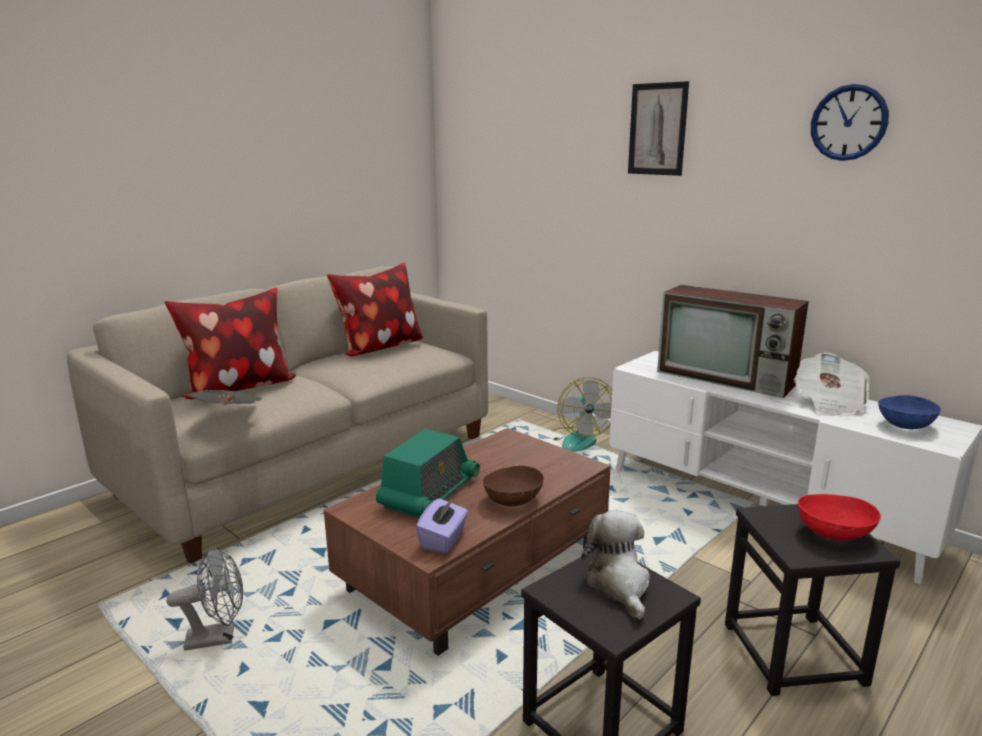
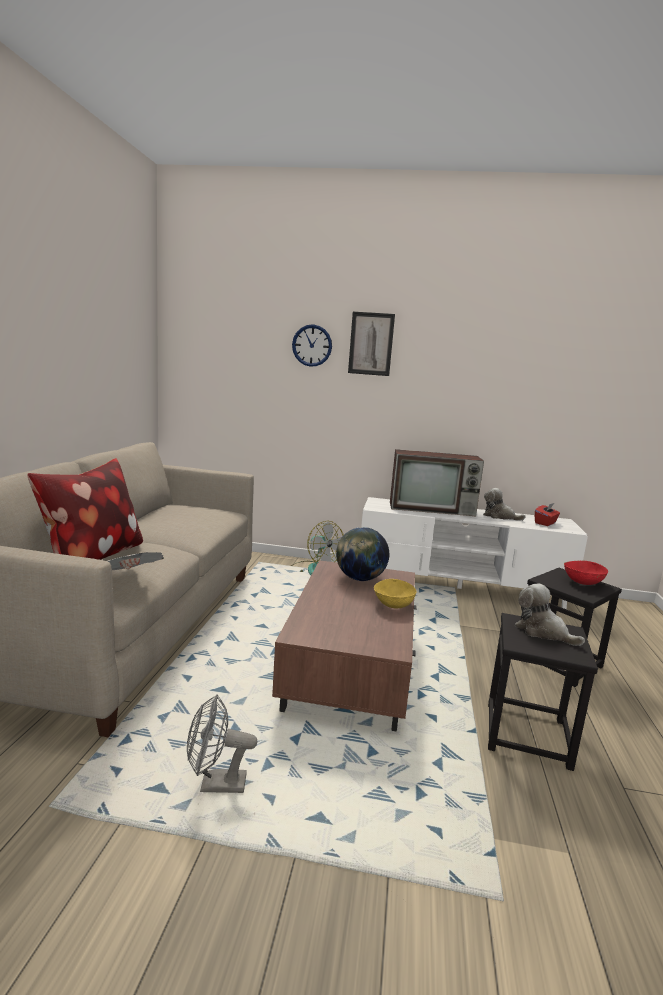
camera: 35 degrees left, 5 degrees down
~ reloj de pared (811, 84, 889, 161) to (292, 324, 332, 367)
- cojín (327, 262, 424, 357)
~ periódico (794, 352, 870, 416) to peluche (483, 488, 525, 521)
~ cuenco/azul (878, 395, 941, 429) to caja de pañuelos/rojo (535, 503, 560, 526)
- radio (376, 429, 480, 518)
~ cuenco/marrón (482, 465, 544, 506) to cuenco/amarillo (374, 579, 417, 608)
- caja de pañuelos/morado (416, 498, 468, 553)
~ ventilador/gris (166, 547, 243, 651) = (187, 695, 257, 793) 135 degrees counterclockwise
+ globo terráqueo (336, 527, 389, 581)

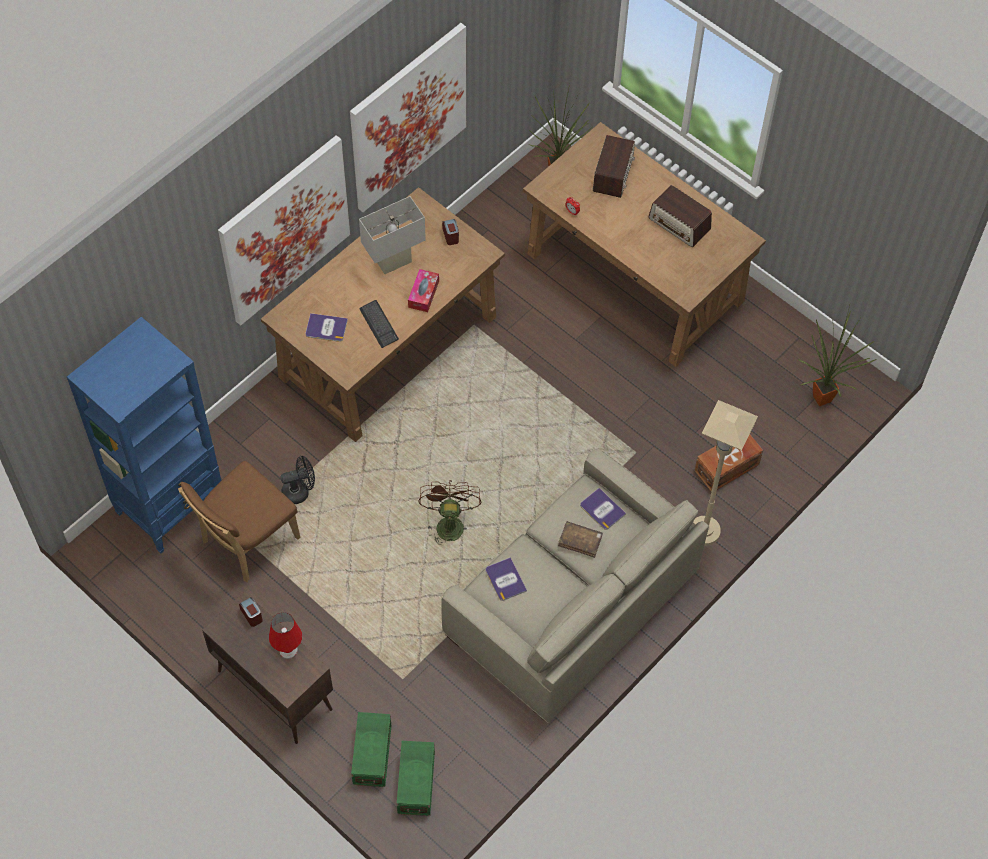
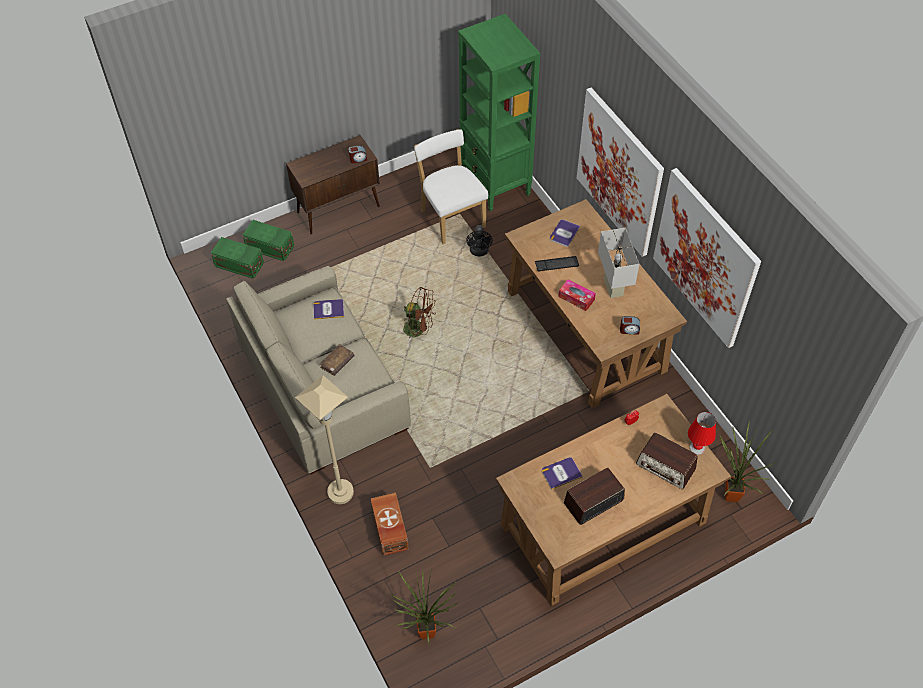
camera: 110 degrees right, 5 degrees down
~ estantería/azul (67, 317, 221, 553) to estantería/verde (458, 14, 540, 211)
~ silla/marrón (178, 461, 300, 582) to silla/blanco (414, 129, 488, 244)
~ libro (580, 488, 626, 530) to (542, 457, 583, 490)
~ lámpara de mesa/rojo (269, 612, 302, 659) to (688, 412, 716, 455)

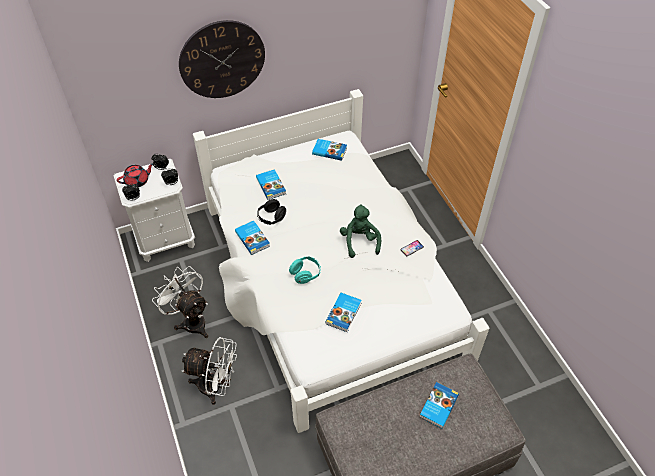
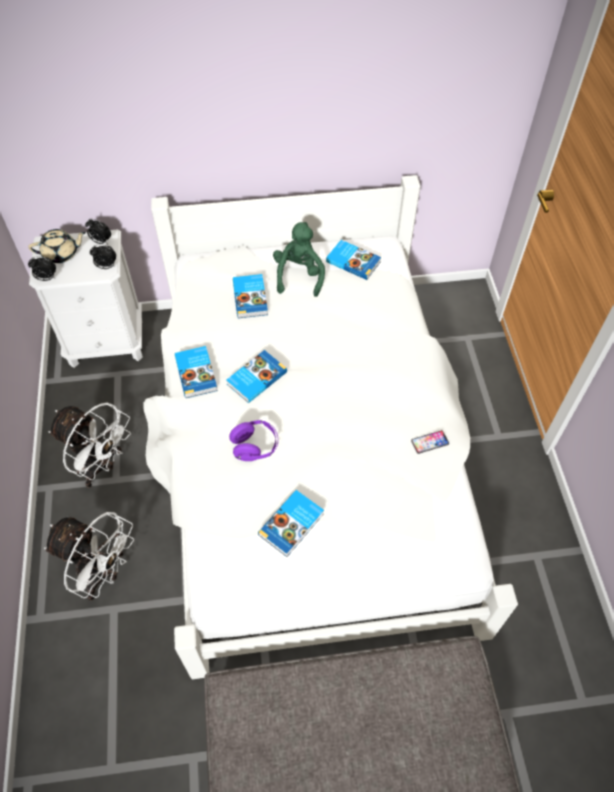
camera: 15 degrees right, 5 degrees up
- reloj de pared (179, 20, 265, 98)
~ tetera/rojo (117, 163, 154, 187) to tetera/beis (28, 229, 86, 263)
- auriculares/negro (257, 199, 286, 225)
~ peluche/verde (340, 204, 381, 258) to (273, 222, 325, 297)
~ auriculares/turquesa (289, 256, 321, 284) to auriculares/morado (229, 420, 278, 461)
~ ventilador/blanco (152, 266, 208, 338) = (48, 403, 131, 488) 150 degrees clockwise
~ libro (419, 382, 459, 428) to (227, 350, 287, 403)

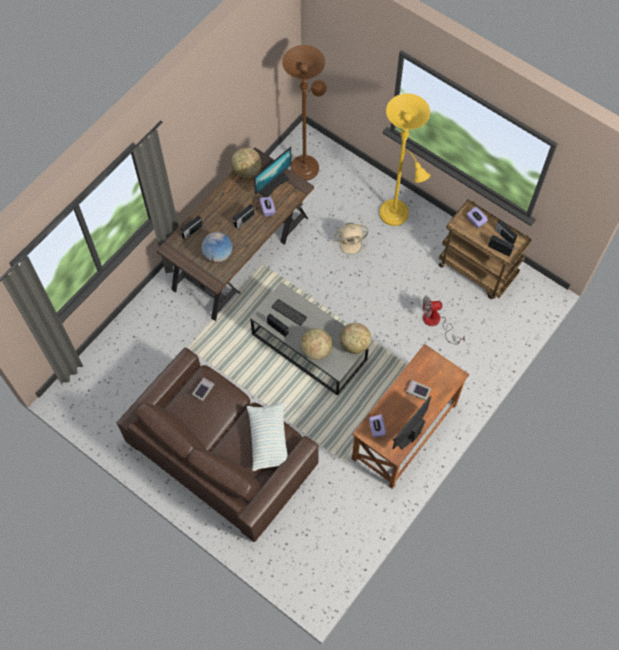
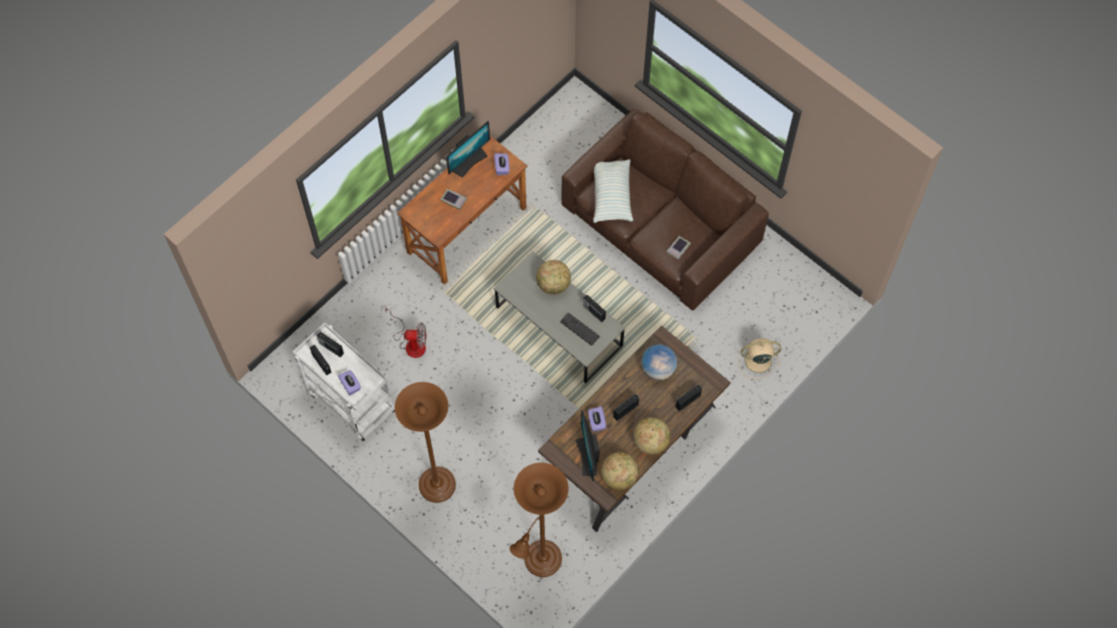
camera: 175 degrees left, 0 degrees up
~ lámpara de pie/amarillo (379, 93, 430, 226) to lámpara de pie/marrón (395, 382, 456, 503)
~ monitor (254, 147, 292, 197) = (575, 410, 599, 481) 60 degrees counterclockwise
~ carrito/marrón (439, 200, 532, 299) to carrito/blanco (293, 322, 395, 441)
~ ventilador/beis (333, 223, 368, 259) to (738, 338, 781, 379)
~ globo terráqueo (340, 323, 371, 354) to (634, 417, 671, 455)

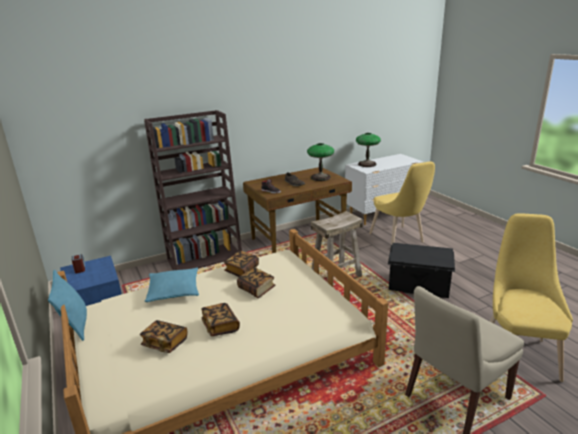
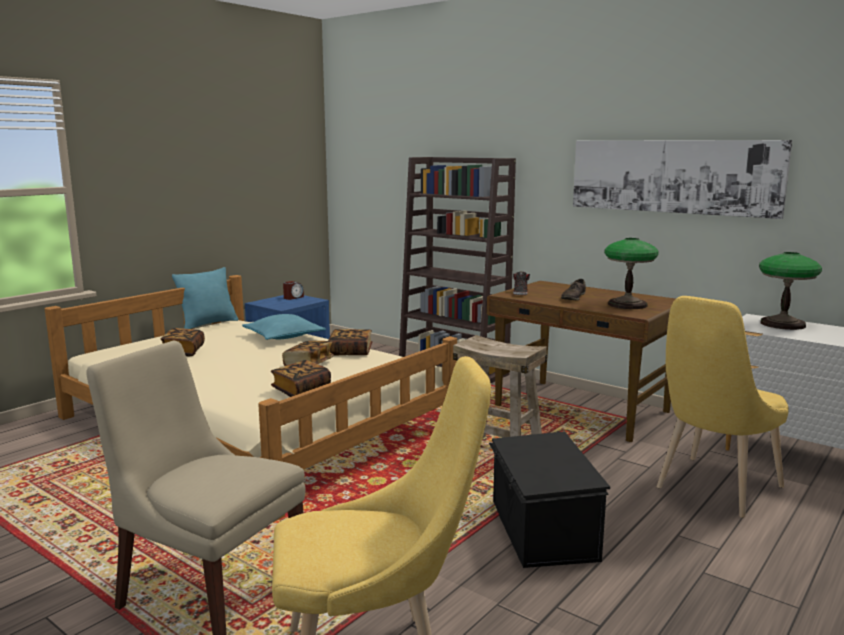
camera: 65 degrees right, 10 degrees down
~ libro (201, 303, 240, 336) to (271, 360, 331, 397)
+ cuadro (573, 140, 793, 219)

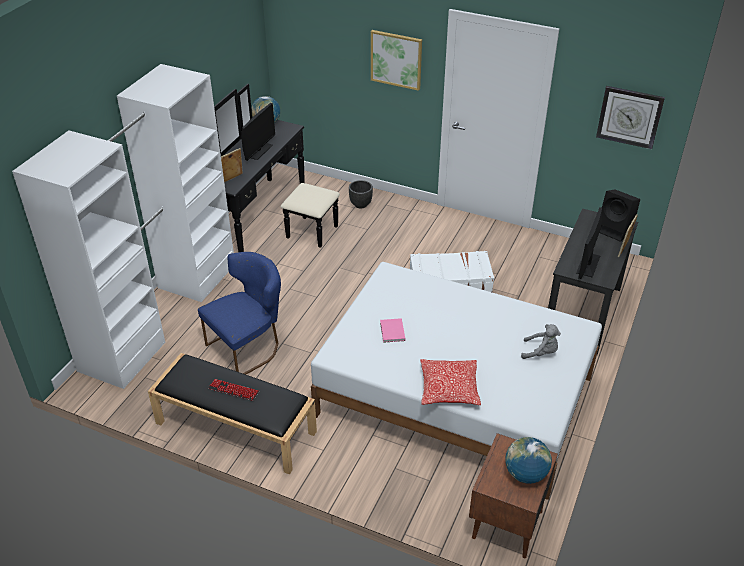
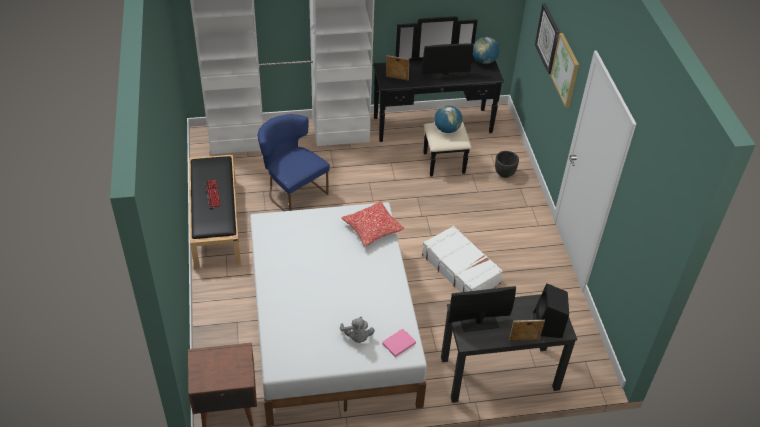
camera: 55 degrees right, 5 degrees up
~ reloj de pared (596, 86, 665, 149) to (535, 4, 560, 74)
~ silla/azul (198, 252, 281, 374) = (258, 114, 330, 211) 150 degrees counterclockwise
~ libro/rosa (380, 318, 405, 343) to (382, 329, 416, 357)
~ cojín (420, 359, 481, 405) to (341, 201, 405, 246)
~ globo terráqueo (505, 437, 552, 484) to (434, 105, 462, 133)

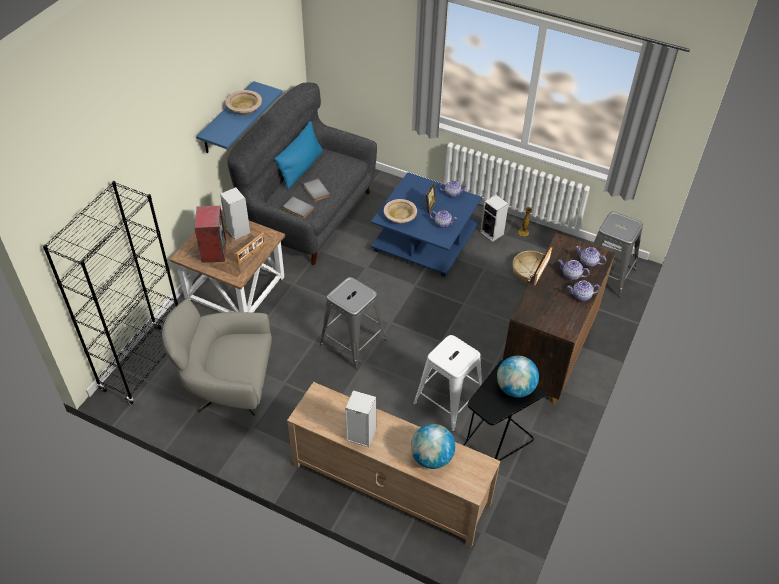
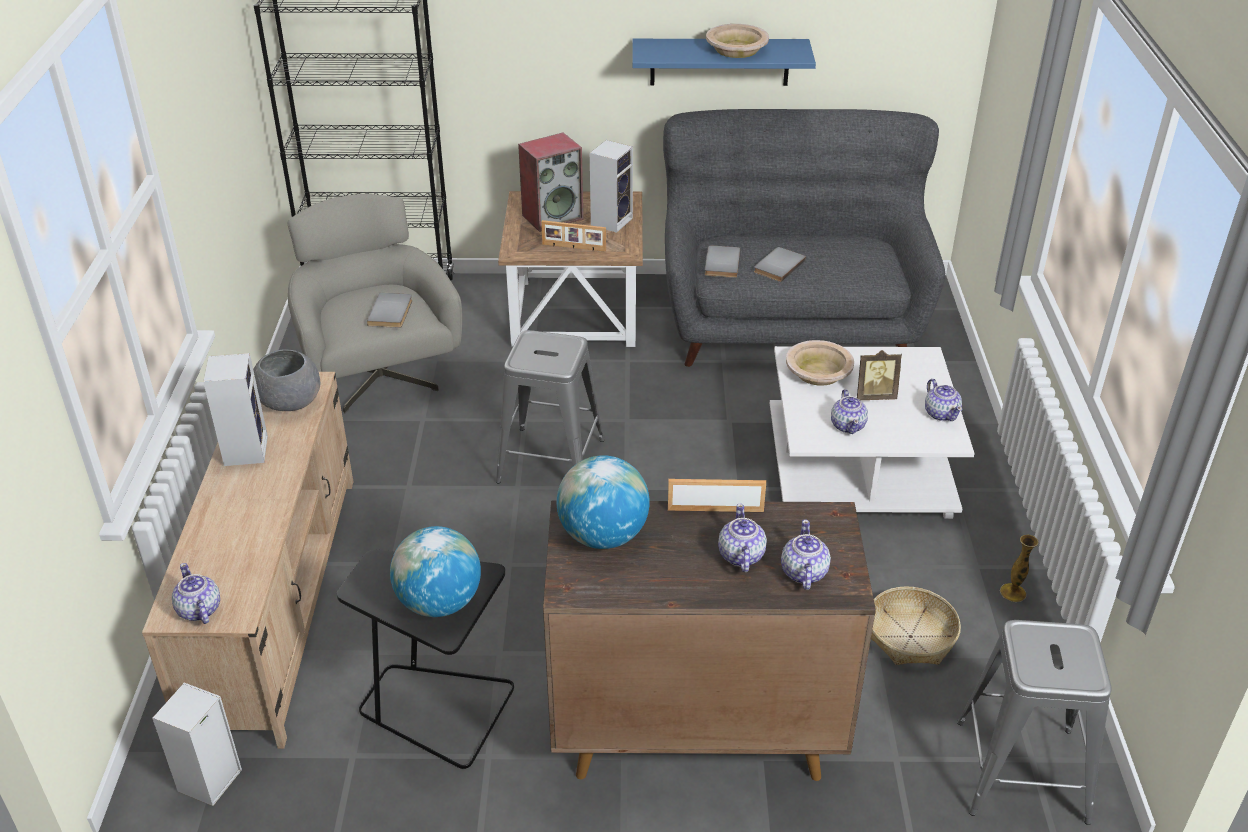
camera: 65 degrees right, 10 degrees down
- cojín/azul (274, 121, 323, 189)
~ mesa de centro/azul (371, 172, 482, 277) to mesa de centro/blanco (770, 346, 975, 519)
~ altavoz (480, 195, 509, 242) to (152, 683, 242, 806)
~ tetera (567, 280, 600, 301) to (172, 563, 220, 624)
- taburete/blanco (413, 335, 482, 432)
~ globo terráqueo (411, 424, 455, 469) to (557, 455, 650, 549)
+ libro/gris (367, 293, 412, 328)
+ cuenco/gris (253, 349, 321, 411)

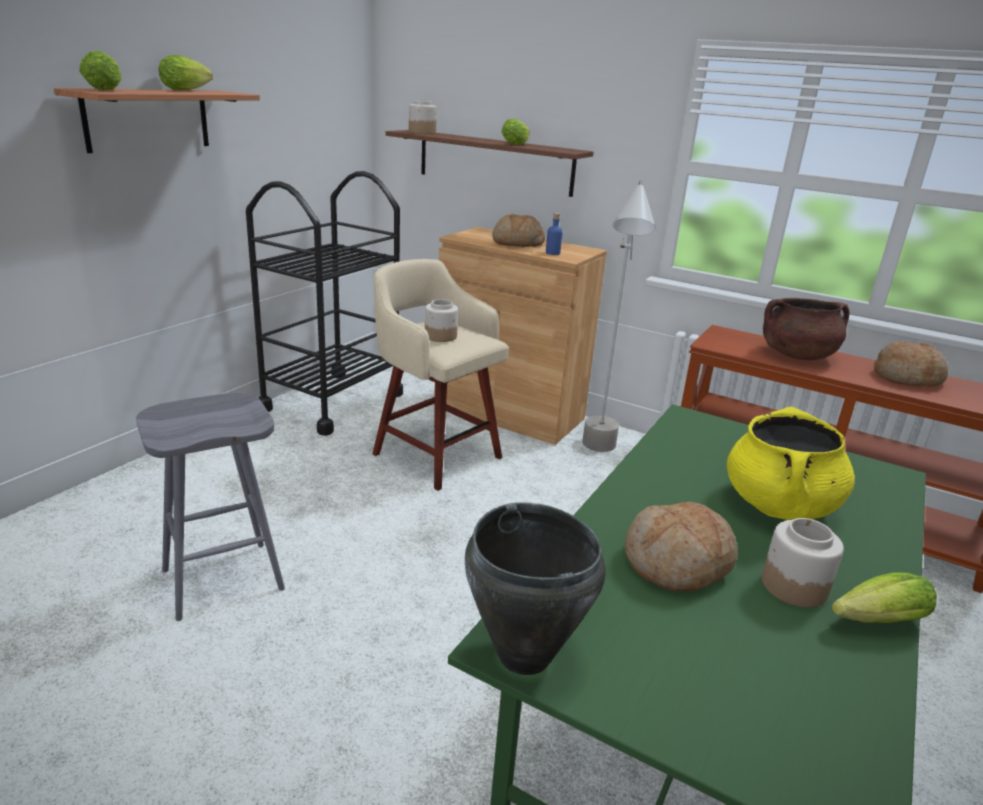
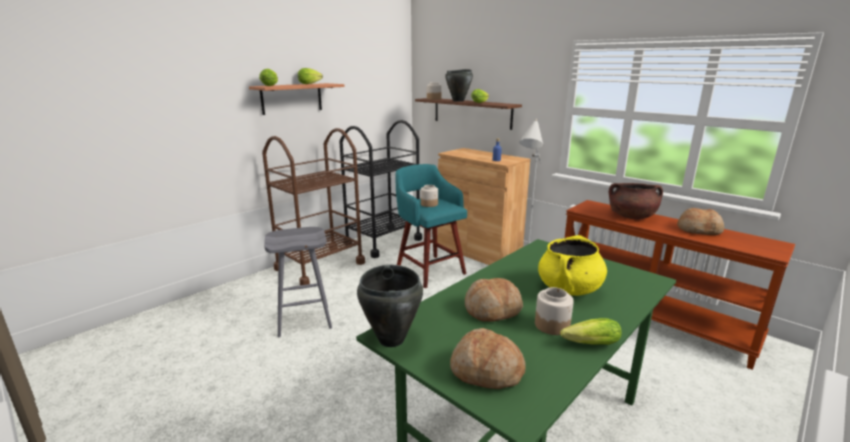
camera: 15 degrees right, 5 degrees down
~ pan (492, 214, 545, 247) to (450, 328, 526, 389)
~ taburete/beis (373, 259, 509, 491) to taburete/turquesa (395, 164, 467, 288)
+ olla/negro (445, 69, 473, 102)
+ carrito/marrón (262, 128, 365, 285)

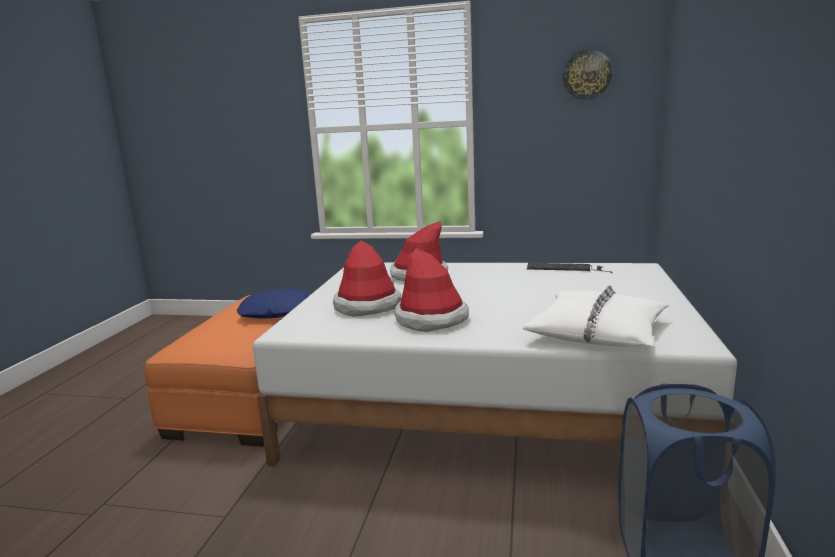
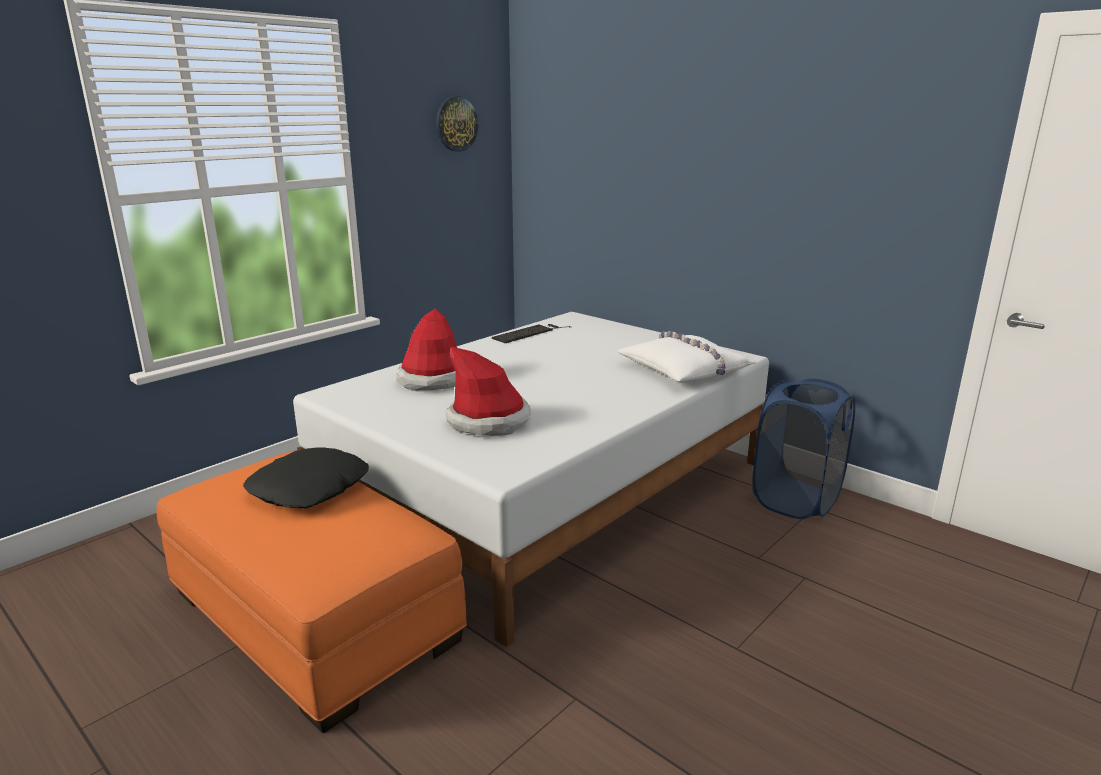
camera: 60 degrees left, 5 degrees up
- sombrero (394, 248, 469, 332)
~ cojín/azul (237, 289, 311, 318) to cojín/negro (243, 447, 369, 508)

